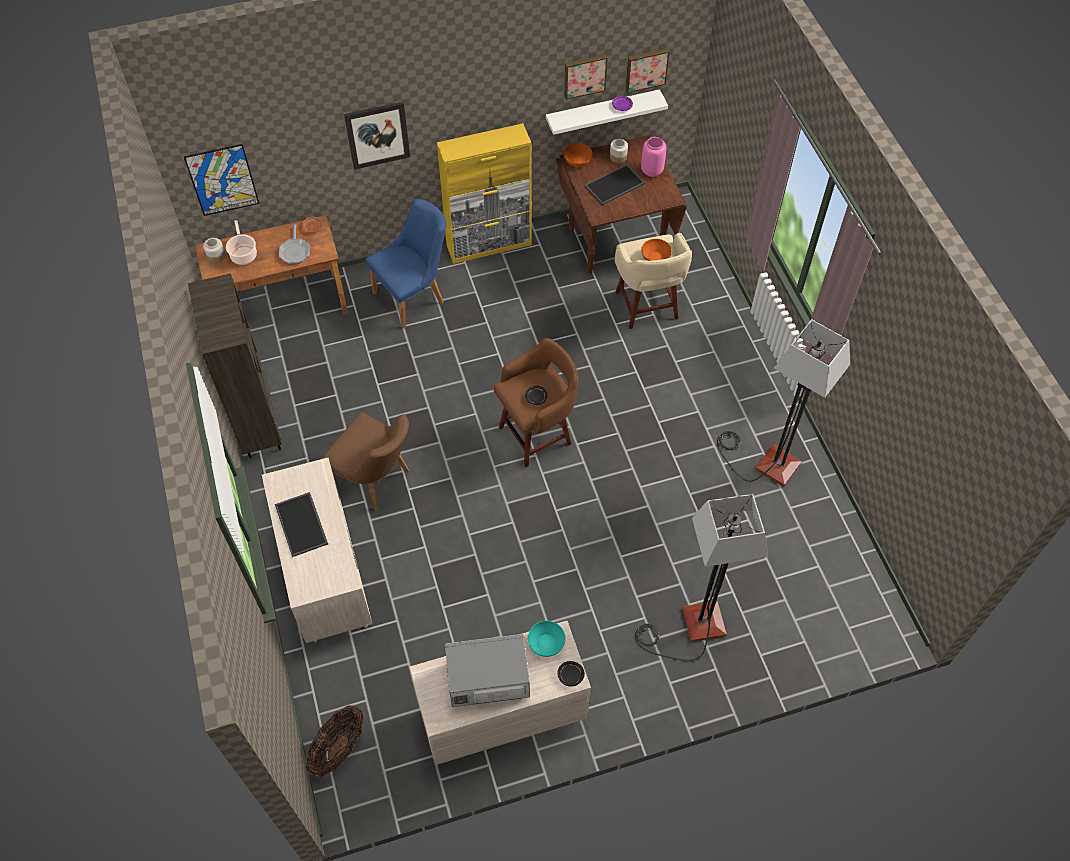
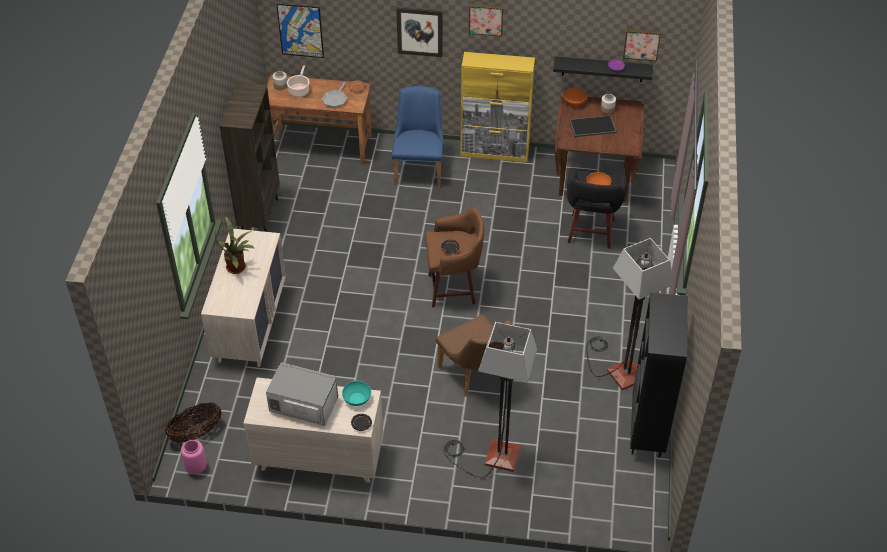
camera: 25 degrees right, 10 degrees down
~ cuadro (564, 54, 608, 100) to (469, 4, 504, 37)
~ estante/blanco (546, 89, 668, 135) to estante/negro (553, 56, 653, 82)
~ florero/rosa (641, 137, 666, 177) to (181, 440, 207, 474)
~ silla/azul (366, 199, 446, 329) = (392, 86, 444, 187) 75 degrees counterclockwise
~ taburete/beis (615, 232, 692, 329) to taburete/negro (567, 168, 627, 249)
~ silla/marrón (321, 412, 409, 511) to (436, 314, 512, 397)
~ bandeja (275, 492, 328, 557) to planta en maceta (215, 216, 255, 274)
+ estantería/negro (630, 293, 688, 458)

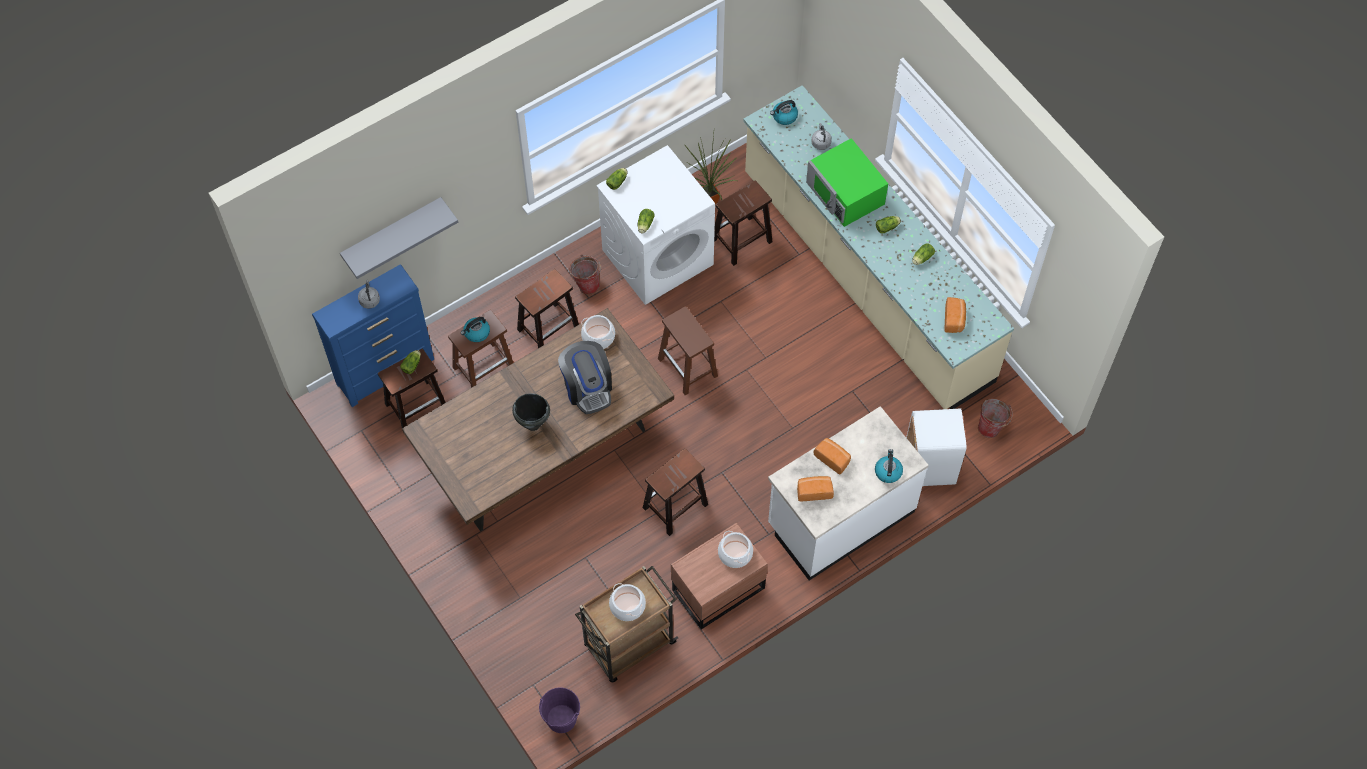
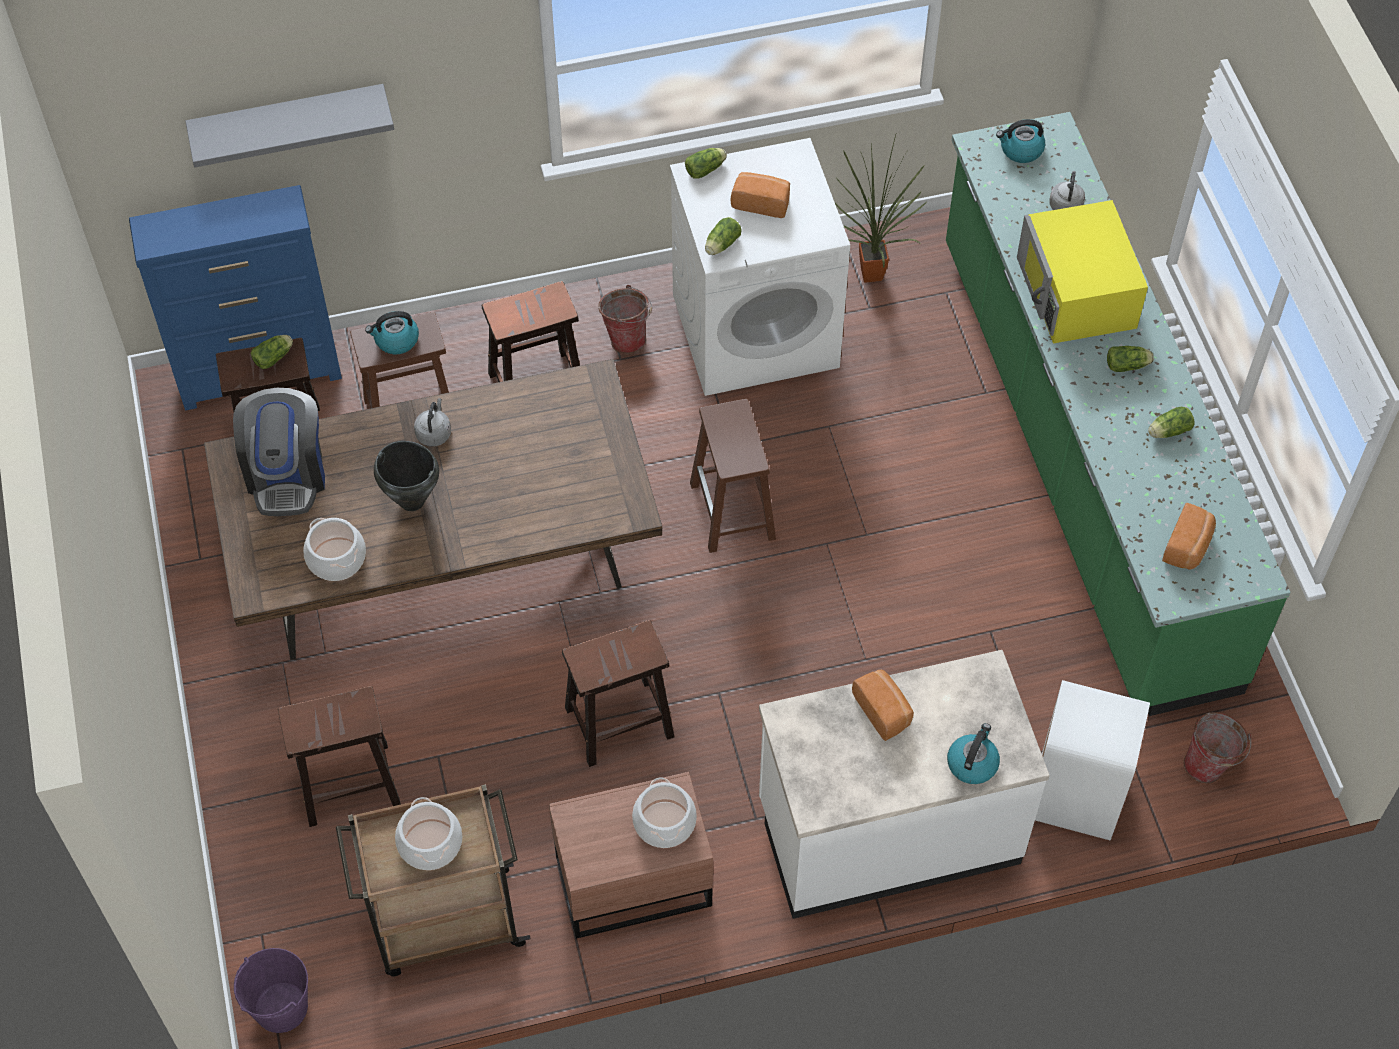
camera: 20 degrees right, 5 degrees down
~ mueble bajo de cocina/beis (743, 85, 1014, 409) to mueble bajo de cocina/verde (946, 112, 1290, 716)
~ microondas/verde (806, 138, 888, 227) to microondas/amarillo (1017, 200, 1148, 343)
~ taburete/marrón (714, 180, 772, 266) to (278, 686, 401, 827)
~ hervidor/gris (358, 280, 380, 309) to (414, 398, 451, 447)
~ olla (581, 315, 615, 349) to (303, 518, 366, 581)
~ cafetera (558, 341, 612, 414) to (233, 388, 325, 516)
~ pan (797, 476, 834, 501) to (731, 172, 790, 218)

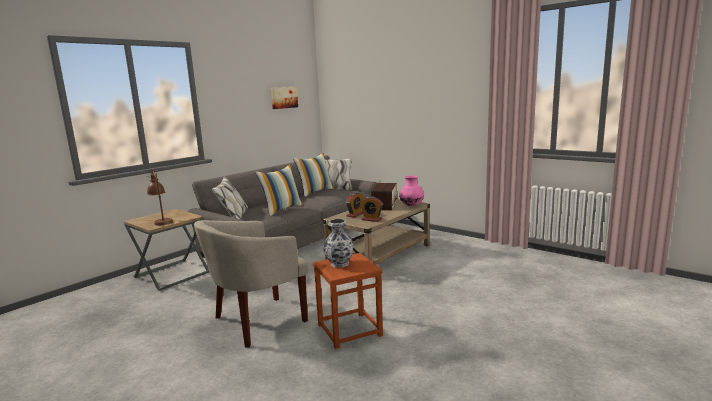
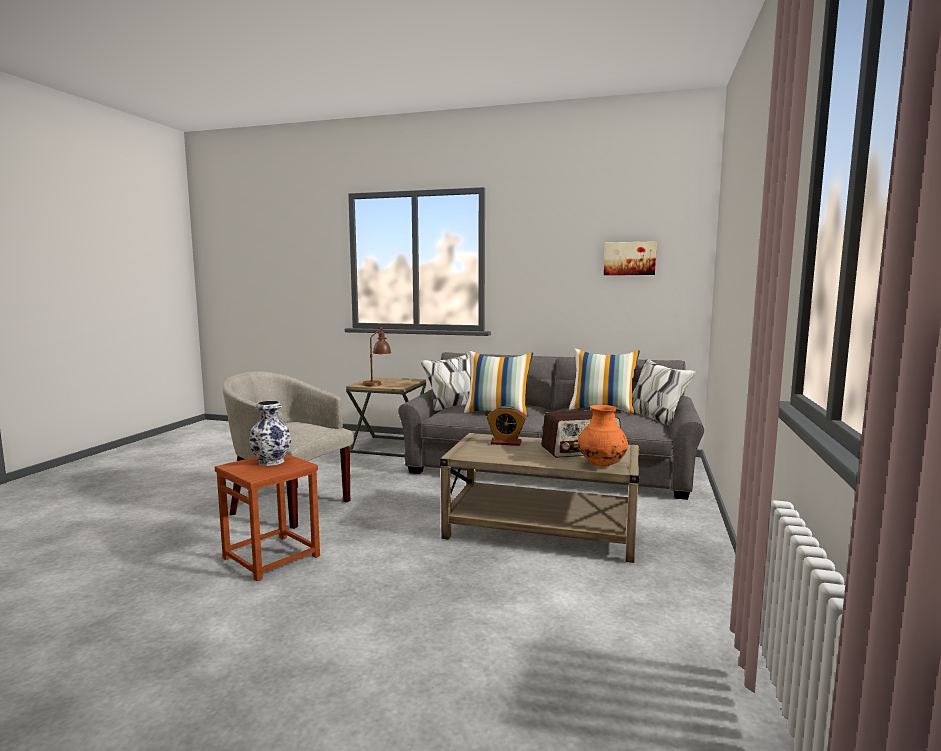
camera: 65 degrees right, 5 degrees down
~ florero/rosa (399, 175, 424, 206) to florero/naranja (578, 405, 628, 467)
- despertador (359, 196, 383, 222)

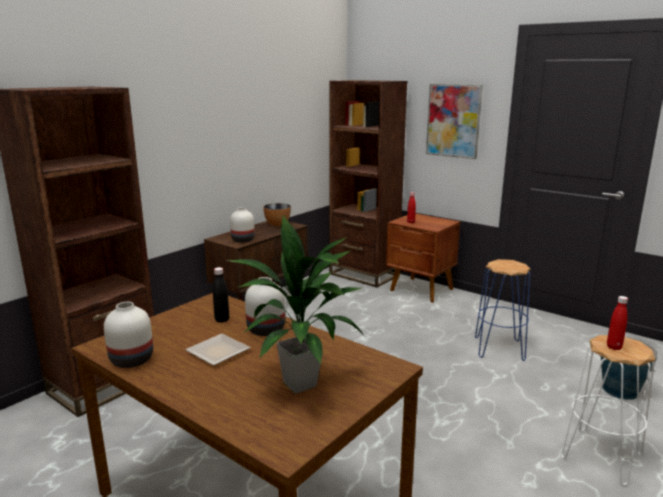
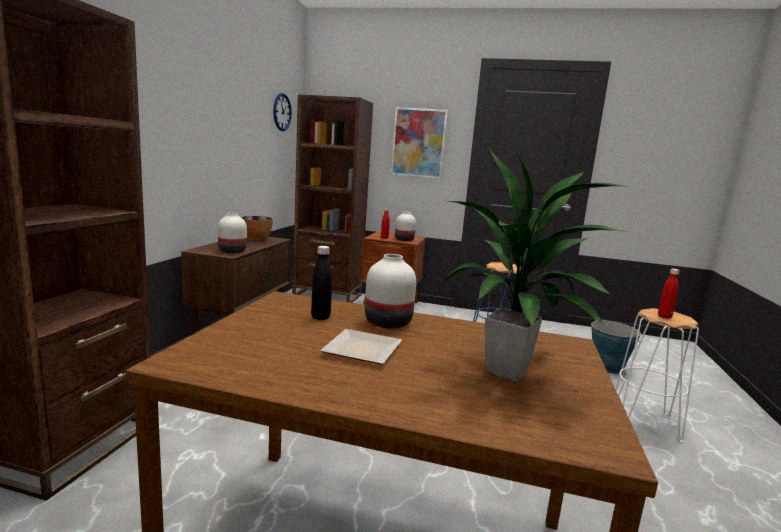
camera: 25 degrees left, 5 degrees down
~ florero/blanco (104, 302, 153, 368) to (395, 212, 416, 241)
+ reloj de pared (273, 93, 292, 131)

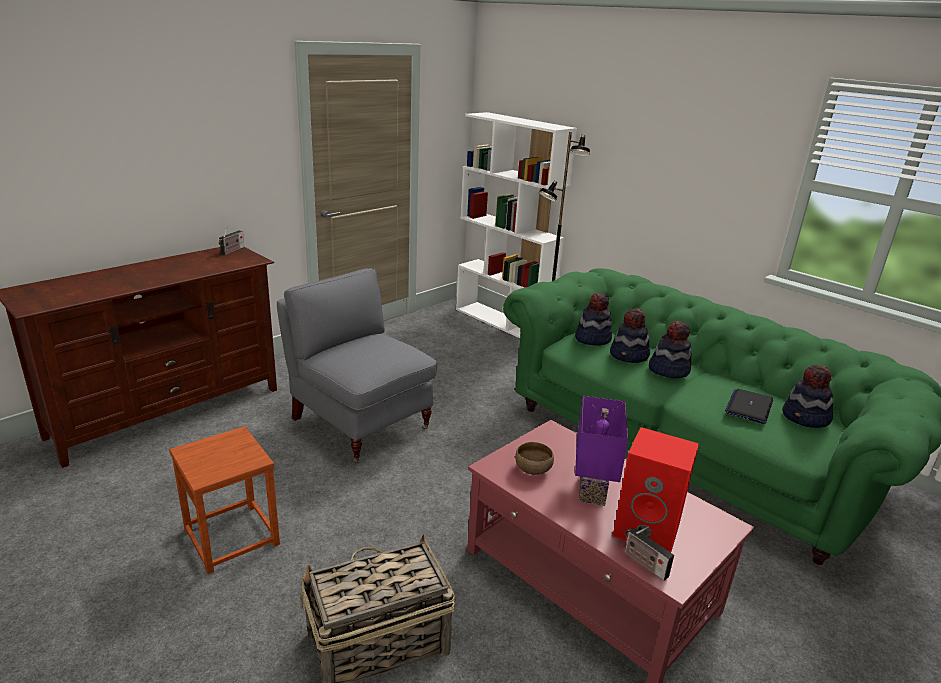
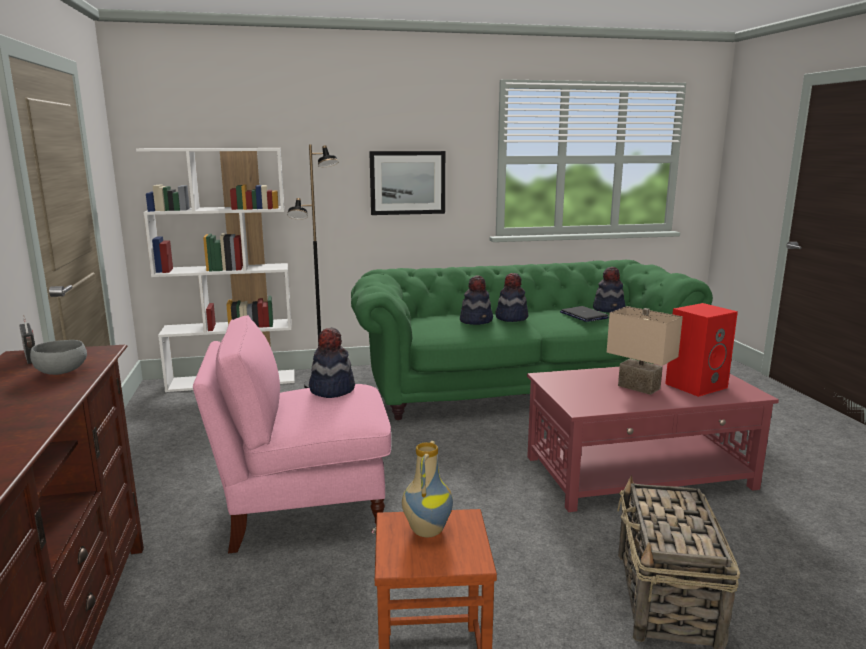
camera: 55 degrees left, 10 degrees down
~ sillón/gris (277, 268, 437, 463) to sillón/rosa (193, 315, 391, 554)
~ sombrero (575, 293, 612, 346) to (309, 327, 355, 398)
~ lámpara de mesa/morado (575, 395, 628, 506) to lámpara de mesa/beis (607, 306, 683, 395)
- cuenco/marrón (515, 442, 554, 475)
- radio (625, 526, 674, 581)
+ cuadro (369, 151, 445, 215)
+ cuenco/gris (30, 340, 87, 375)
+ florero (402, 441, 453, 537)

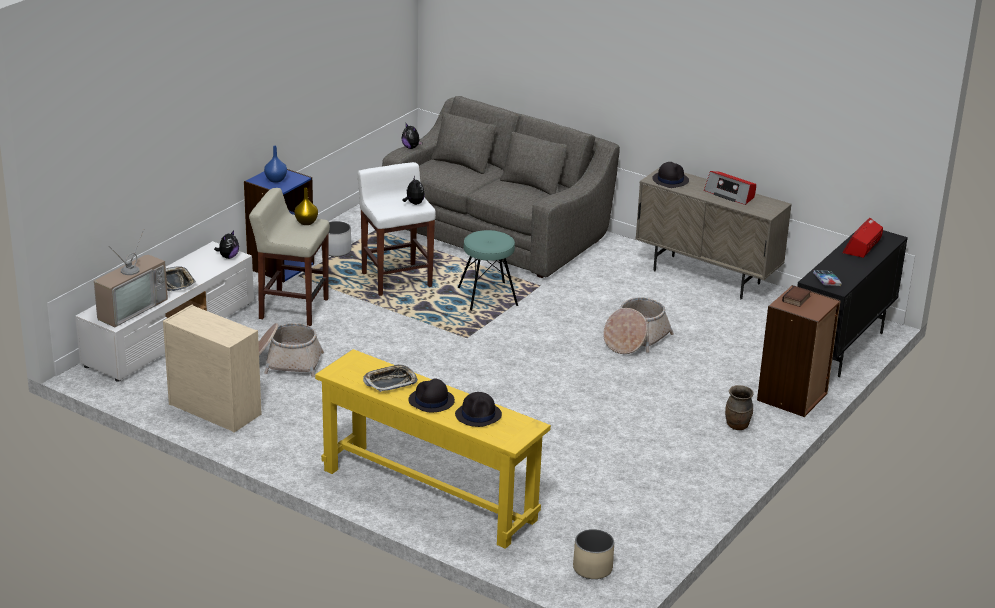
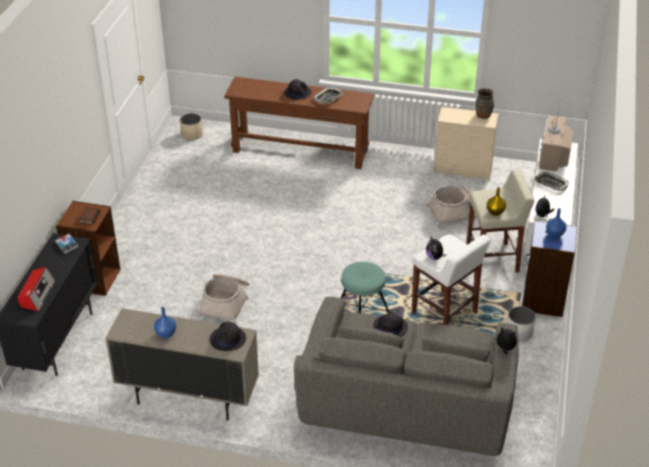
camera: 160 degrees right, 10 degrees up
~ radio (704, 171, 756, 205) to florero/azul (154, 307, 176, 338)
~ mesa consola/amarillo (315, 349, 551, 549) to mesa consola/marrón (224, 77, 374, 169)
~ florero/marrón (725, 385, 754, 430) to (475, 88, 494, 119)
~ sombrero/negro (455, 392, 502, 427) to (373, 311, 408, 337)

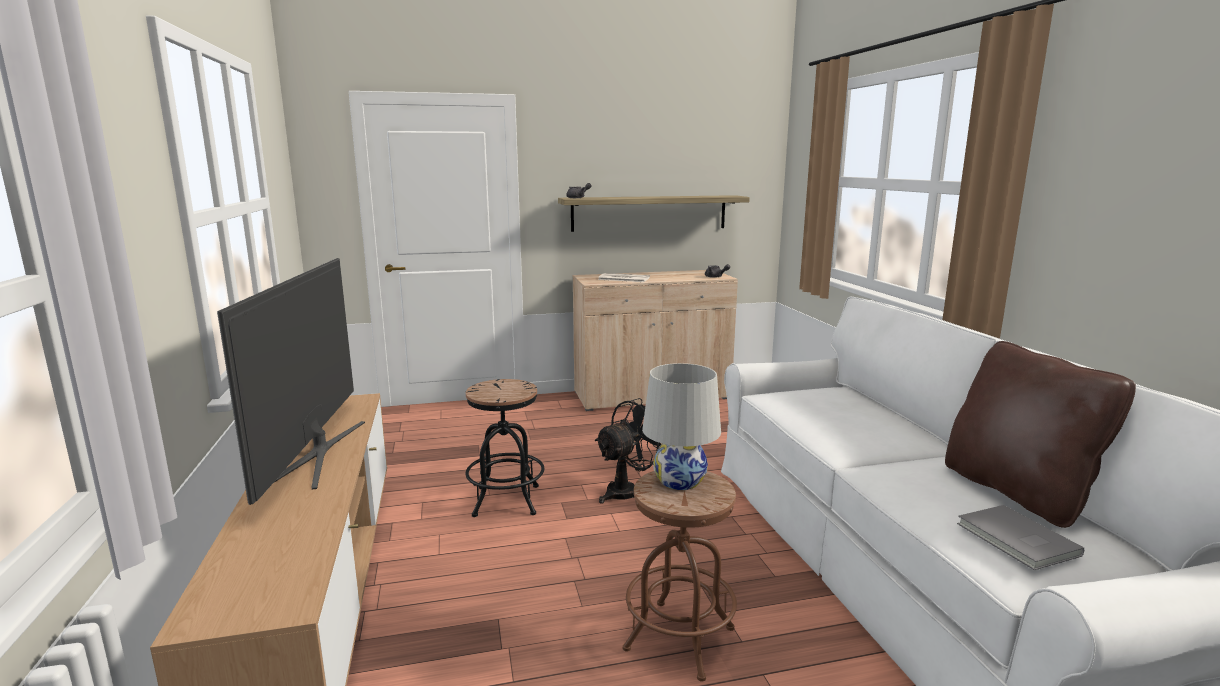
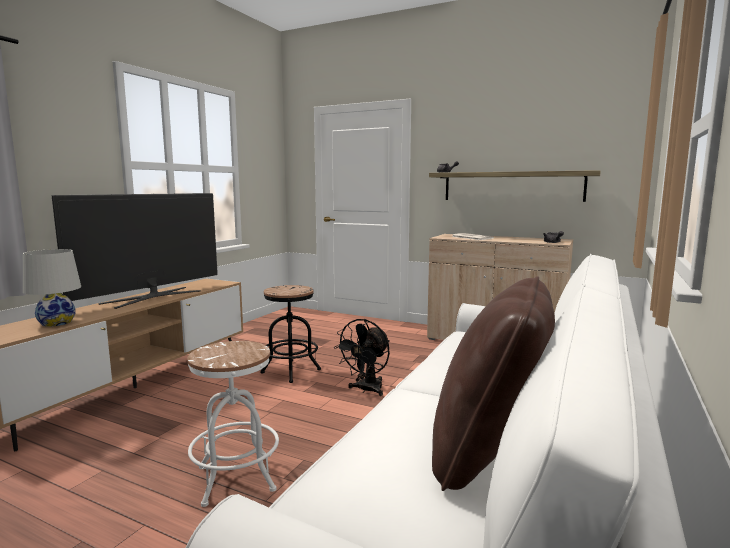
camera: 40 degrees right, 5 degrees down
~ lámpara de mesa/blanco (642, 363, 721, 490) to (23, 249, 81, 327)
~ ventilador/negro (594, 398, 661, 504) = (335, 319, 390, 396) 120 degrees clockwise
~ taburete/marrón (623, 471, 737, 682) to taburete/blanco (187, 341, 279, 507)
- libro/gris (957, 505, 1084, 570)

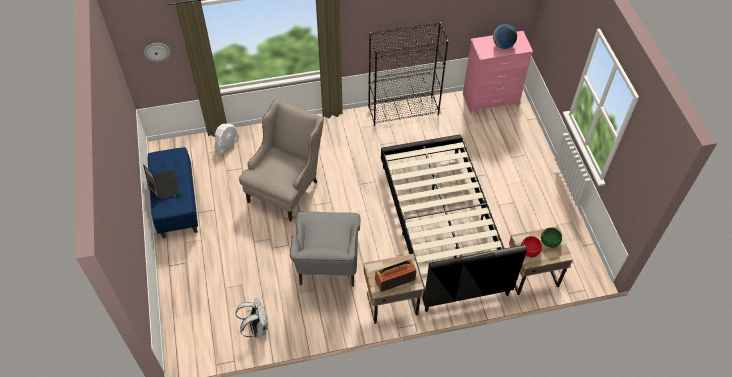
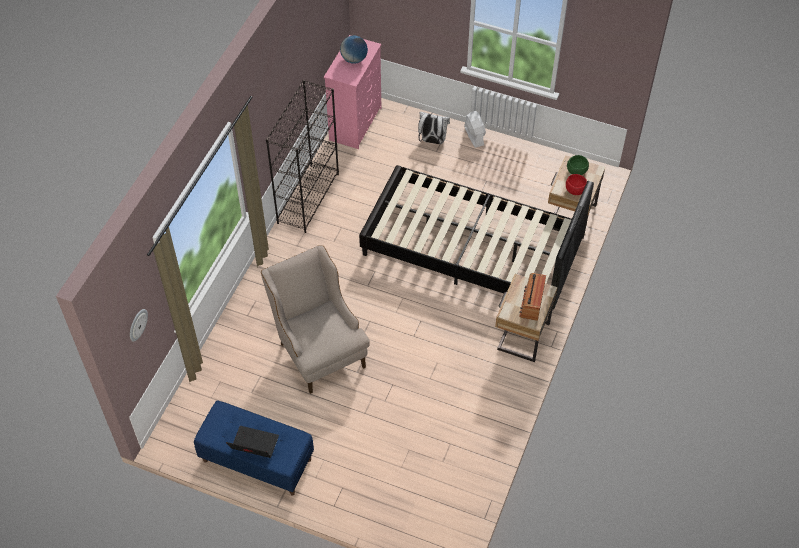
camera: 55 degrees left, 0 degrees up
~ ventilador/blanco (214, 124, 239, 154) to (464, 111, 486, 148)
- sillón/gris (290, 212, 360, 286)
~ mochila/blanco (235, 298, 268, 338) to (418, 112, 450, 144)

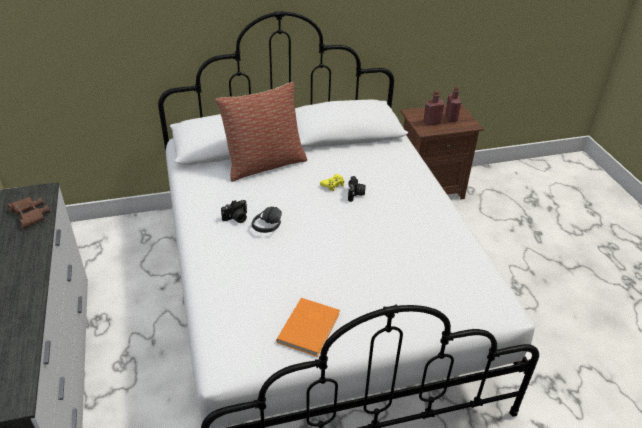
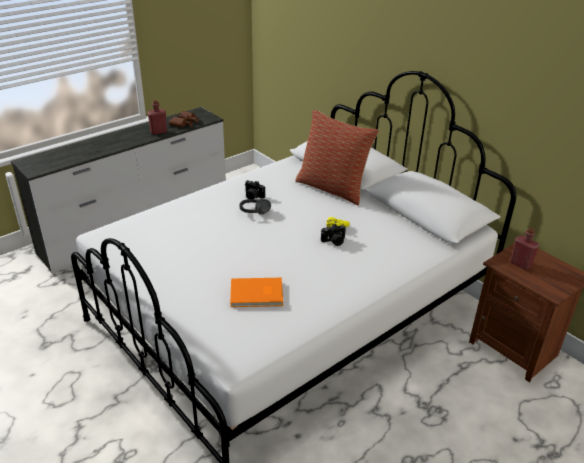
camera: 65 degrees right, 5 degrees down
~ botella/rojo (445, 86, 461, 122) to (148, 100, 167, 135)
~ libro/naranja (276, 298, 340, 357) to (230, 278, 283, 307)

